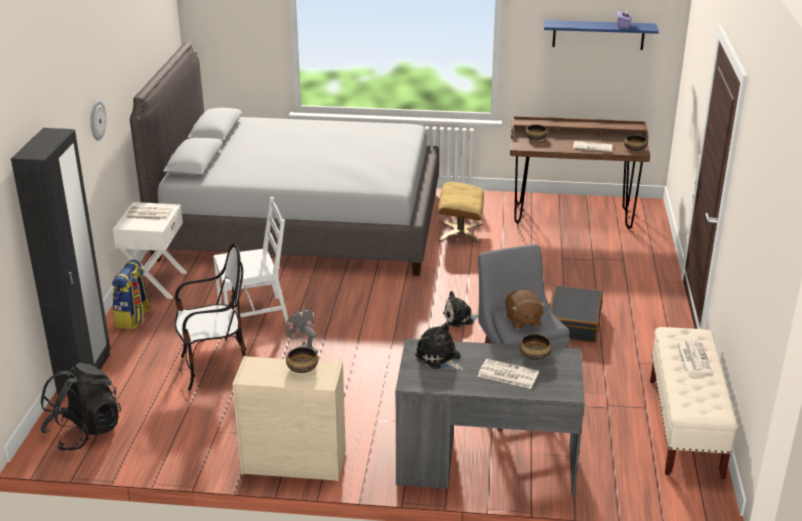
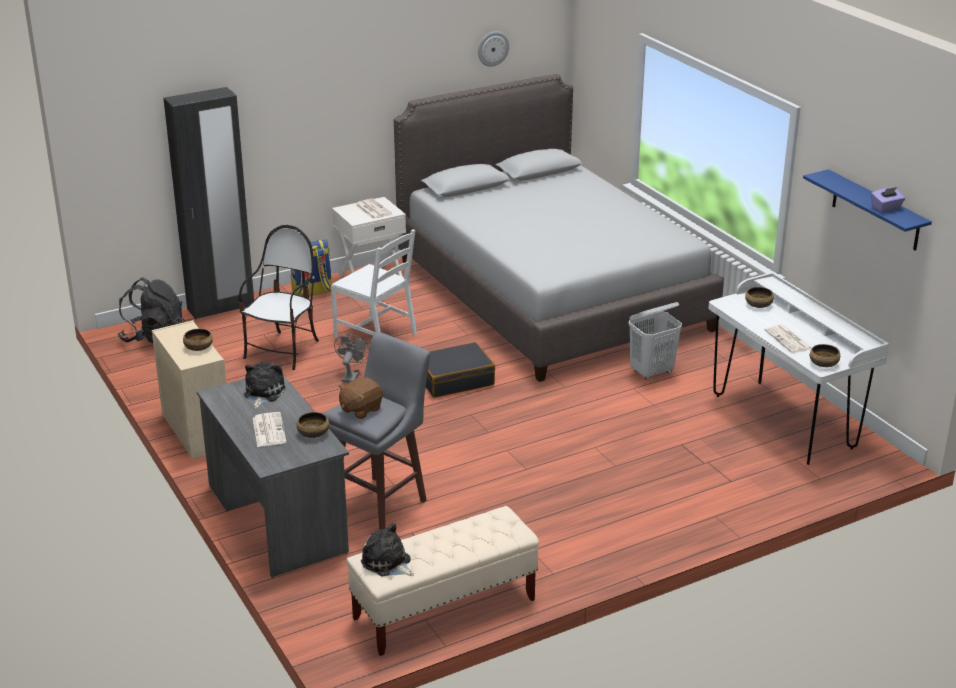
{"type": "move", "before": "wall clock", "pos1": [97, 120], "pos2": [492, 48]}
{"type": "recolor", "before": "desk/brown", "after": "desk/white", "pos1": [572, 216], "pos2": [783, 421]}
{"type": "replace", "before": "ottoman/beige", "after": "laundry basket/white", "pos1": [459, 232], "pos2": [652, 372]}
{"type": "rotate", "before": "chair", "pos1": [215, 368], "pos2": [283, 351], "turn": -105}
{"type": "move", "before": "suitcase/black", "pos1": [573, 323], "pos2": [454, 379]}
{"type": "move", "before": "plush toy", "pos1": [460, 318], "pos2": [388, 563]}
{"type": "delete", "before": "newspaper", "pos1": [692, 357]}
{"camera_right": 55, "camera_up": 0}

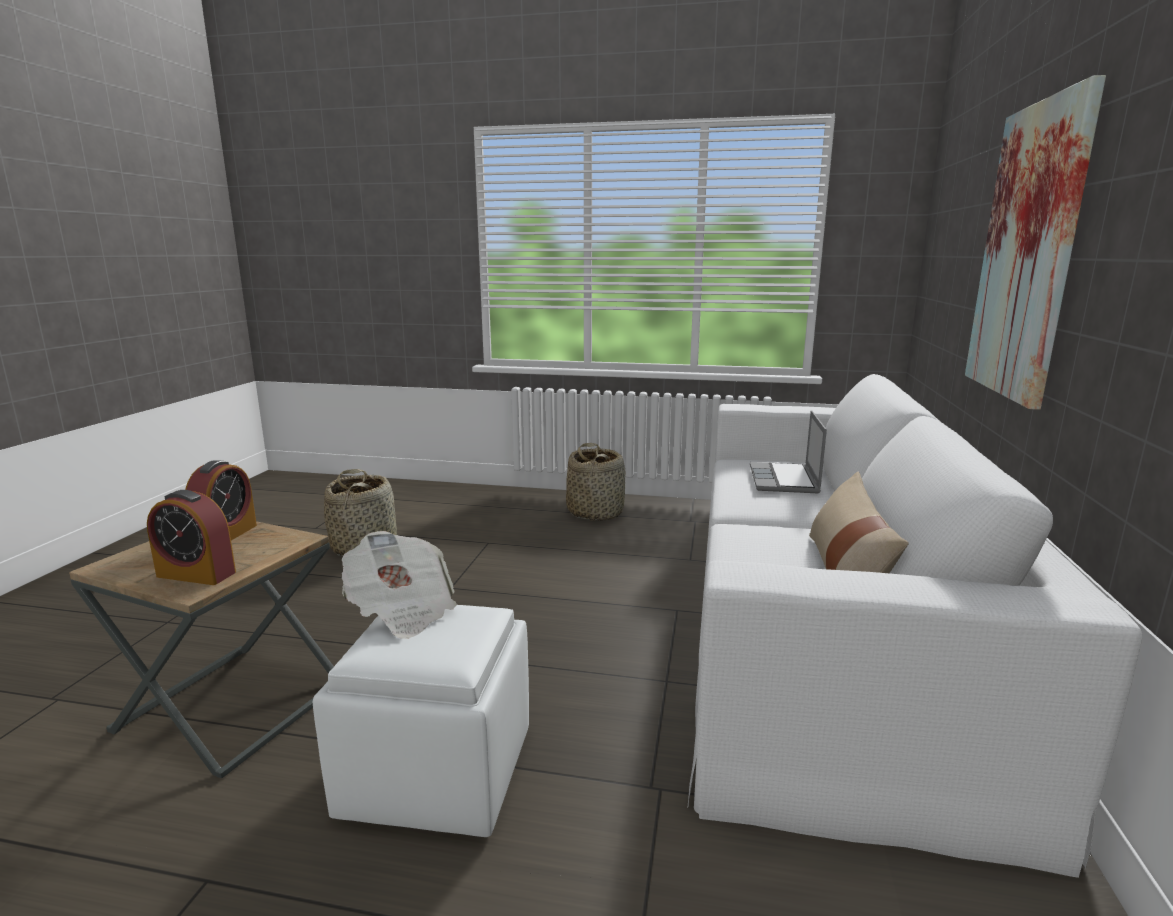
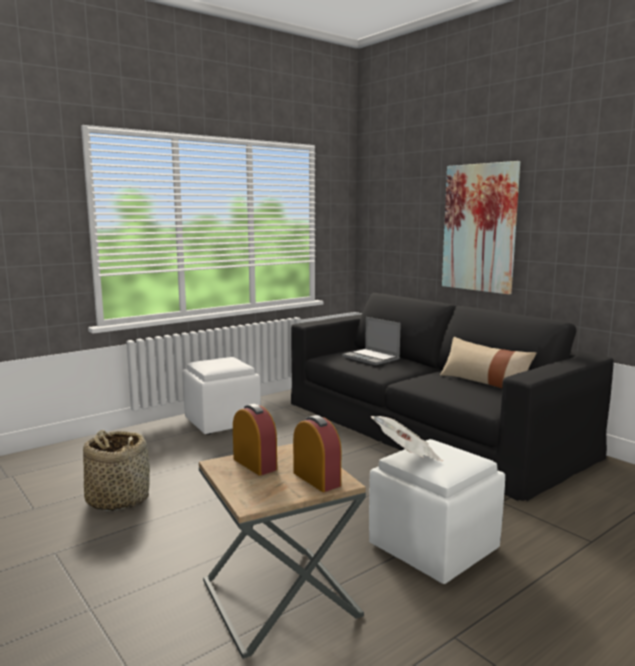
{"type": "recolor", "before": "sofa/white", "after": "sofa/black", "pos1": [824, 625], "pos2": [428, 427]}
{"type": "replace", "before": "basket", "after": "ottoman/white", "pos1": [595, 512], "pos2": [222, 421]}
{"type": "rotate", "before": "alarm clock", "pos1": [196, 574], "pos2": [316, 479], "turn": -90}
{"camera_right": -50, "camera_up": -5}

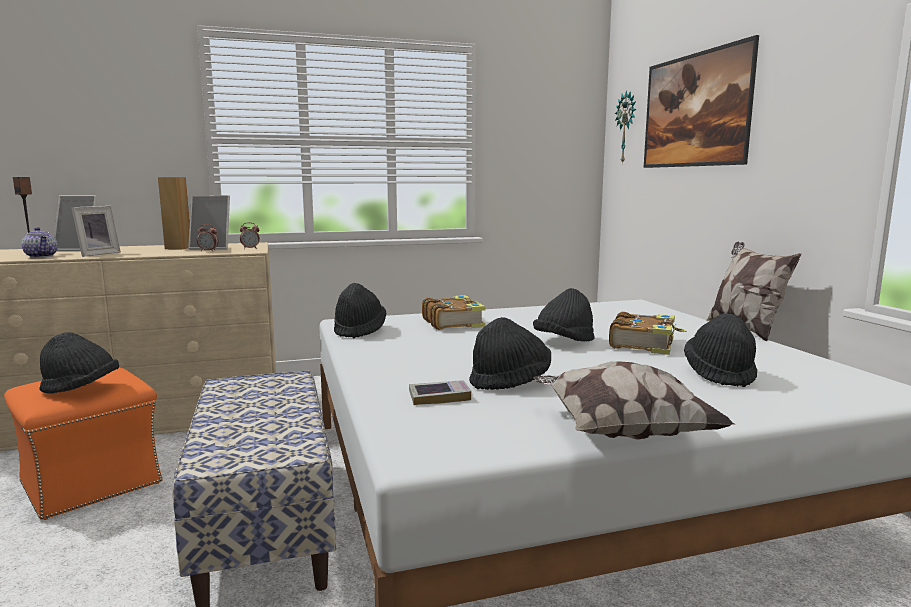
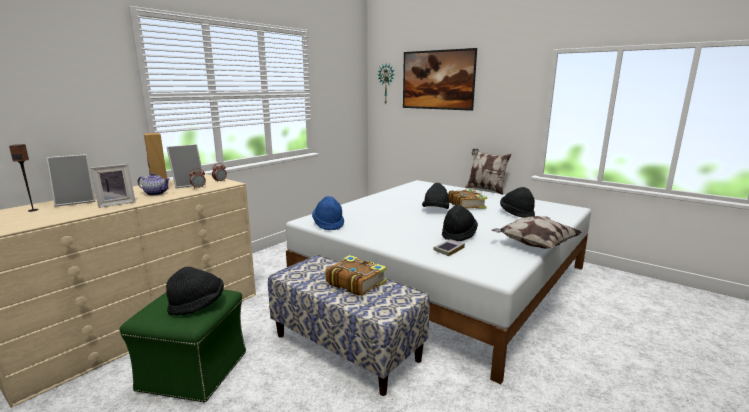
{"type": "rotate", "before": "picture frame", "pos1": [97, 254], "pos2": [116, 203], "turn": 60}
{"type": "move", "before": "teapot", "pos1": [42, 256], "pos2": [156, 193]}
{"type": "recolor", "before": "hat/black", "after": "hat/blue", "pos1": [359, 331], "pos2": [328, 224]}
{"type": "move", "before": "book", "pos1": [453, 323], "pos2": [355, 282]}
{"type": "recolor", "before": "ottoman/orange", "after": "ottoman/green", "pos1": [93, 481], "pos2": [194, 370]}
{"camera_right": -35, "camera_up": 5}

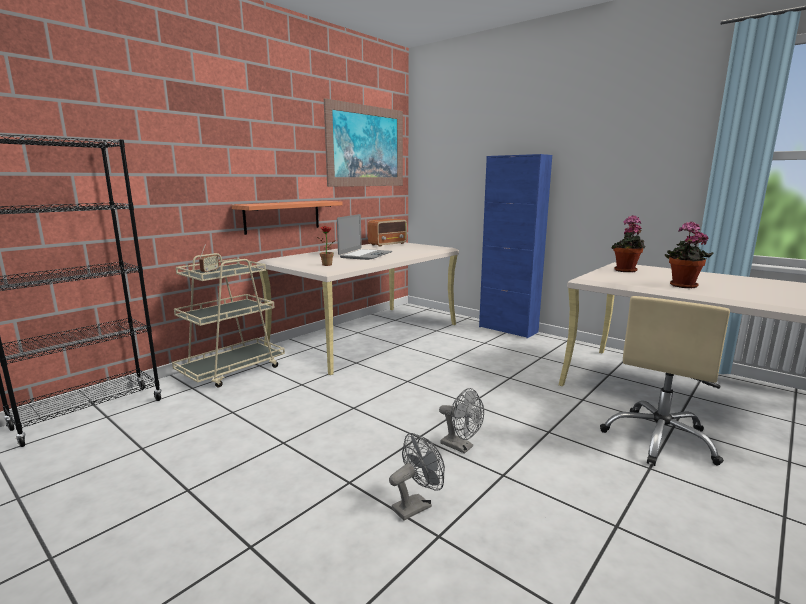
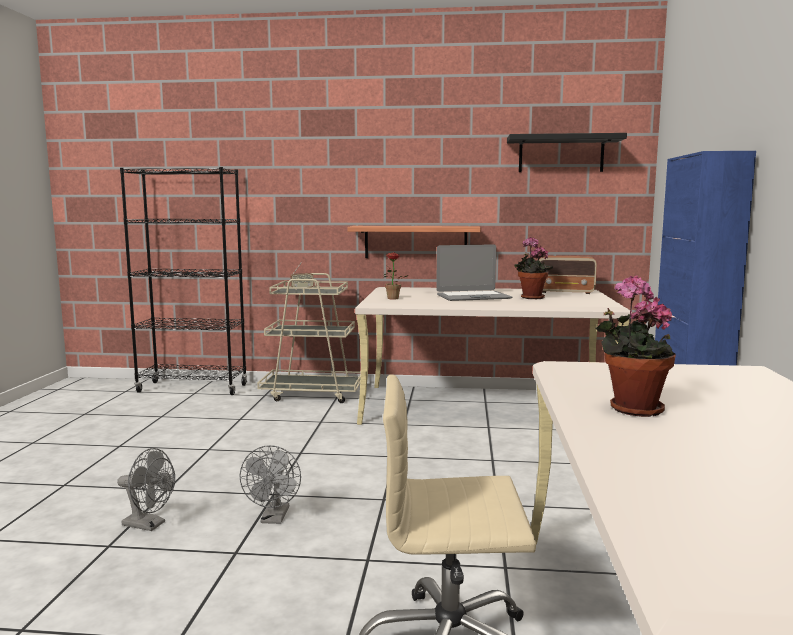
{"type": "replace", "before": "picture", "after": "shelf/black", "pos1": [366, 146], "pos2": [561, 154]}
{"type": "move", "before": "potted plant", "pos1": [626, 271], "pos2": [530, 298]}
{"camera_right": 55, "camera_up": -5}

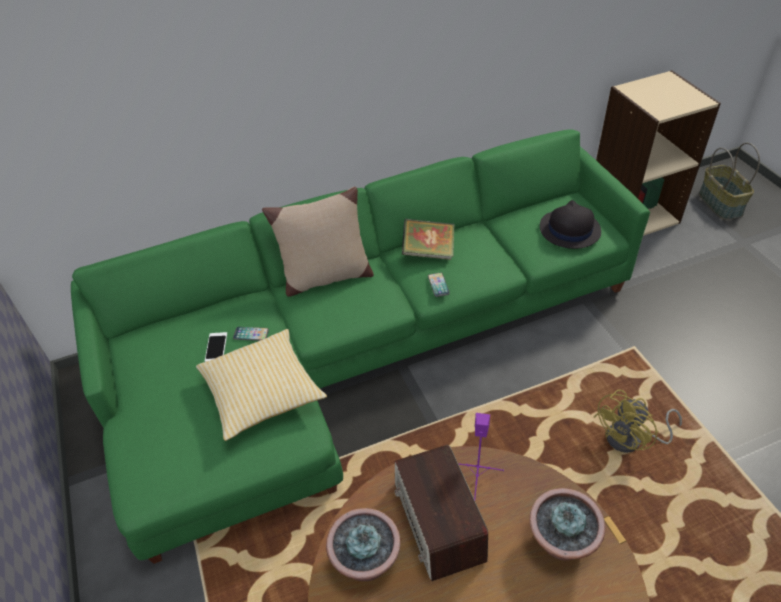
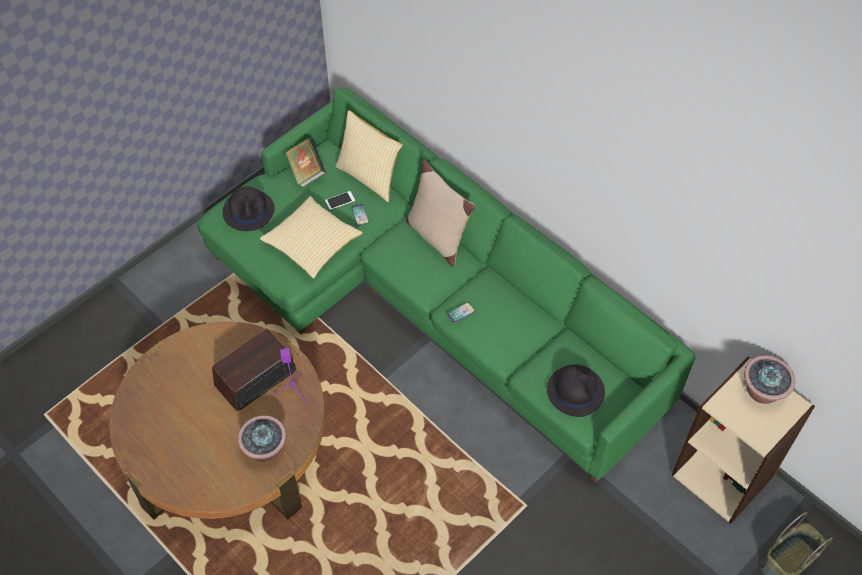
{"type": "move", "before": "book", "pos1": [428, 252], "pos2": [306, 171]}
{"type": "delete", "before": "fan/yellow", "pos1": [631, 439]}
{"type": "move", "before": "potted plant", "pos1": [366, 560], "pos2": [762, 391]}
{"type": "insert", "after": "pillow", "pos2": [370, 177]}
{"type": "insert", "after": "hat/black", "pos2": [249, 211]}
{"camera_right": 65, "camera_up": 10}

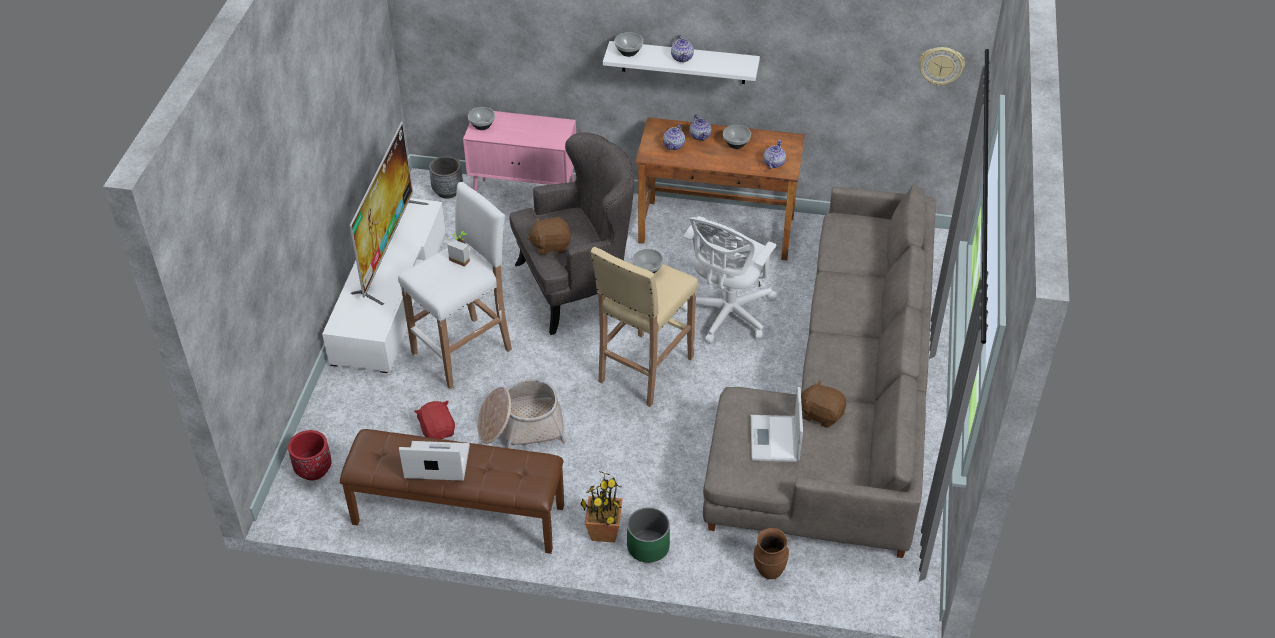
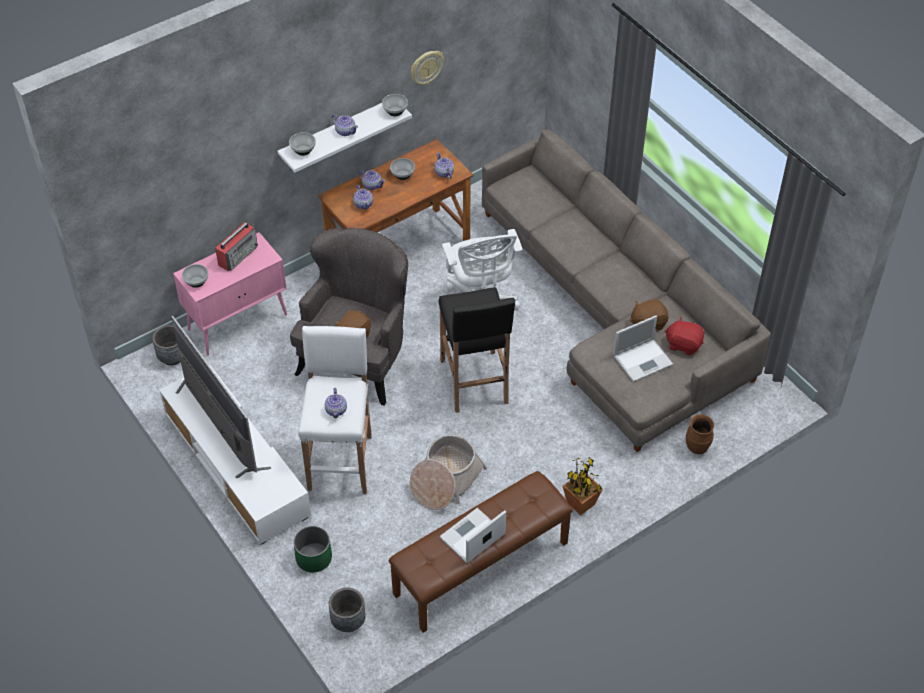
{"type": "move", "before": "wall clock", "pos1": [941, 65], "pos2": [426, 67]}
{"type": "delete", "before": "potted plant", "pos1": [461, 258]}
{"type": "recolor", "before": "stool/beige", "after": "stool/black", "pos1": [644, 371], "pos2": [474, 383]}
{"type": "move", "before": "bowl", "pos1": [647, 270], "pos2": [395, 112]}
{"type": "rotate", "before": "laptop", "pos1": [775, 440], "pos2": [643, 360], "turn": -75}
{"type": "move", "before": "plush toy/red", "pos1": [438, 430], "pos2": [683, 344]}
{"type": "recolor", "before": "planter/red", "after": "planter/grey", "pos1": [313, 470], "pos2": [348, 621]}
{"type": "move", "before": "planter/green", "pos1": [647, 546], "pos2": [313, 558]}
{"type": "insert", "after": "radio", "pos2": [238, 255]}
{"type": "insert", "after": "teapot", "pos2": [336, 410]}
{"camera_right": -45, "camera_up": 5}

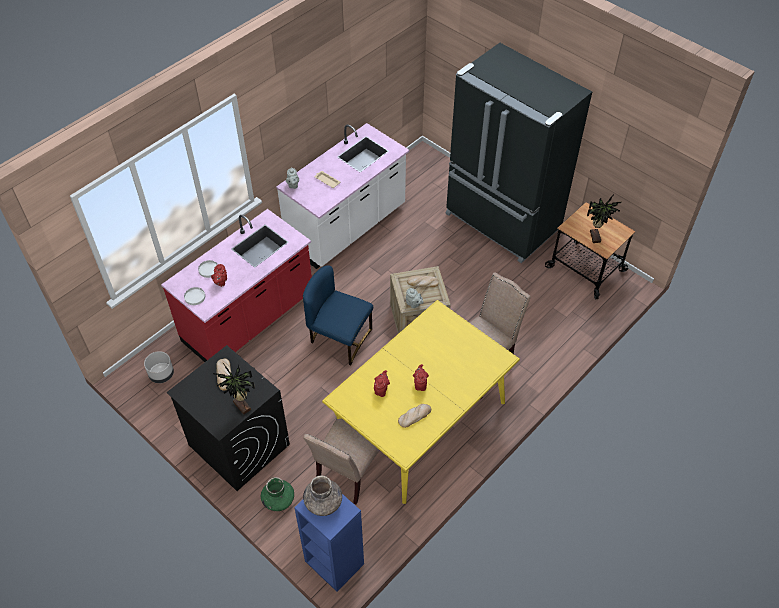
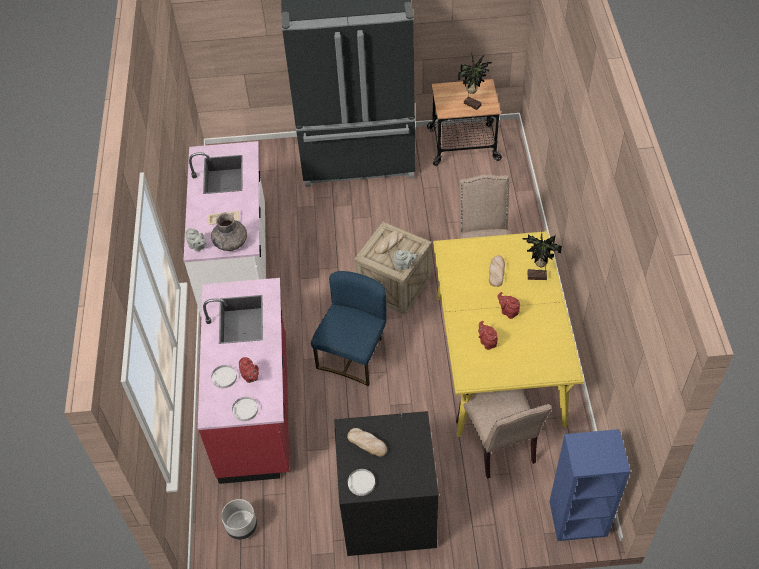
{"type": "rotate", "before": "chair/blue", "pos1": [339, 338], "pos2": [353, 355], "turn": 135}
{"type": "move", "before": "potted plant", "pos1": [241, 407], "pos2": [537, 277]}
{"type": "move", "before": "bread", "pos1": [414, 416], "pos2": [496, 272]}
{"type": "move", "before": "vase/grey", "pos1": [323, 502], "pos2": [230, 242]}
{"type": "delete", "before": "vase/green", "pos1": [278, 499]}
{"type": "insert", "after": "plate/white", "pos2": [361, 482]}
{"camera_right": -45, "camera_up": 0}

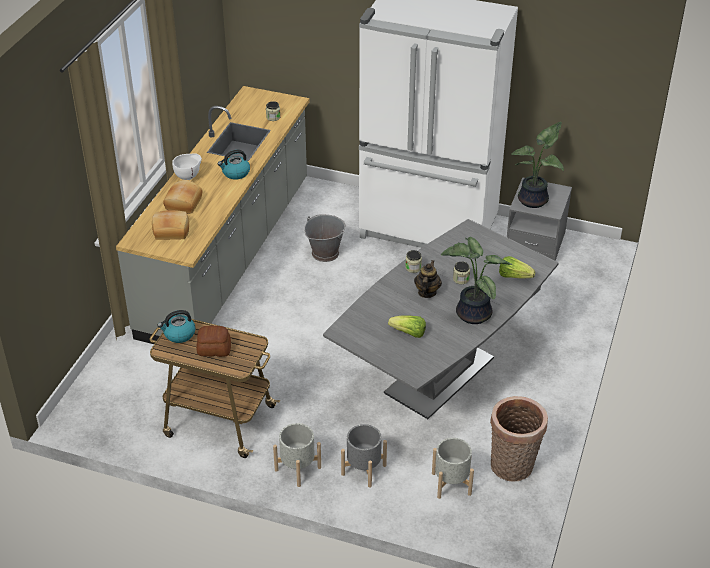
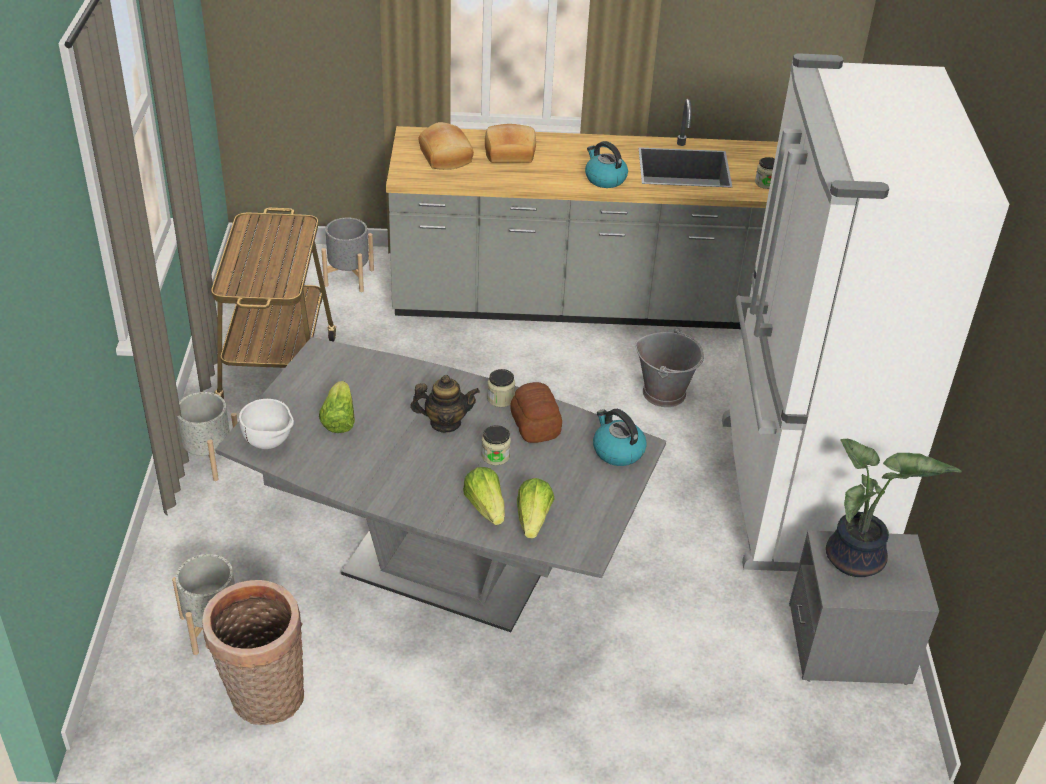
{"type": "move", "before": "bowl/white", "pos1": [189, 177], "pos2": [270, 444]}
{"type": "delete", "before": "potted plant", "pos1": [471, 313]}
{"type": "move", "before": "kettle", "pos1": [179, 334], "pos2": [617, 451]}
{"type": "move", "before": "bread", "pos1": [214, 349], "pos2": [535, 425]}
{"type": "move", "before": "planter/grey", "pos1": [364, 470], "pos2": [349, 277]}
{"type": "insert", "after": "lettuce", "pos2": [486, 507]}
{"camera_right": 70, "camera_up": 0}

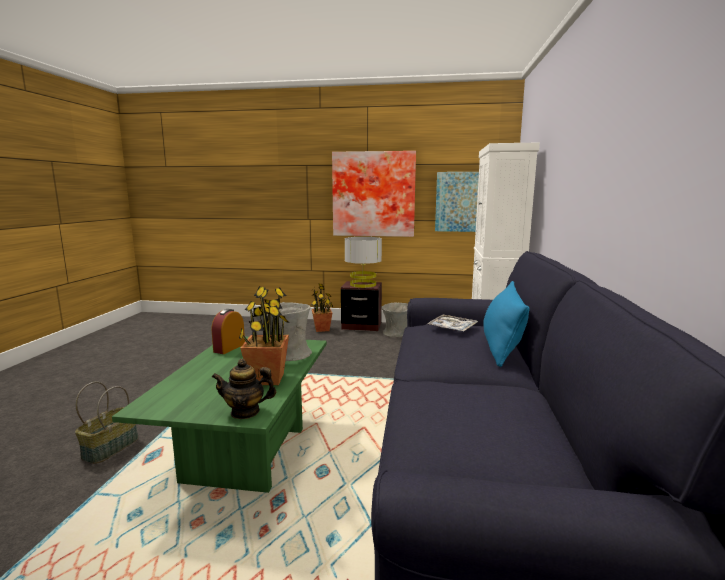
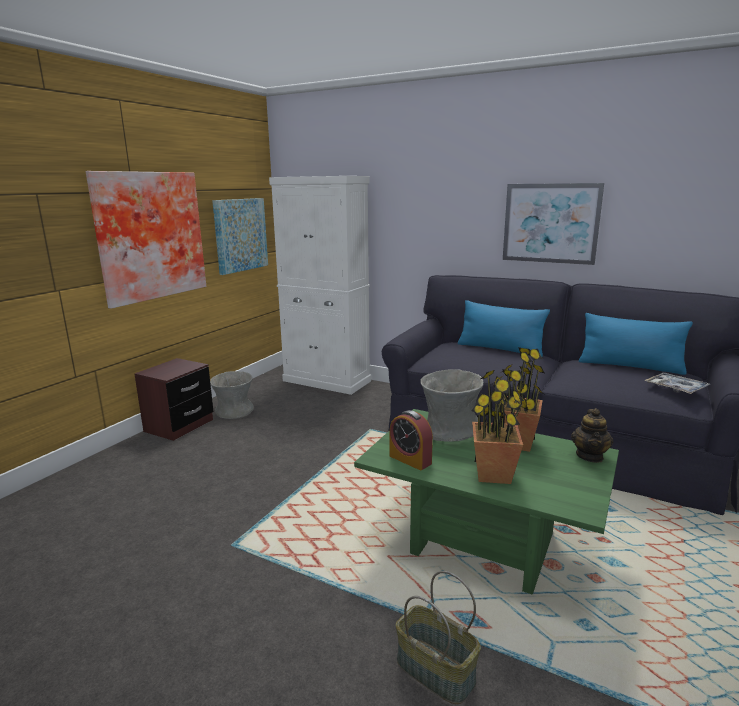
{"type": "delete", "before": "table lamp/grey", "pos1": [363, 284]}
{"type": "move", "before": "potted plant", "pos1": [322, 329], "pos2": [493, 474]}
{"type": "move", "before": "tray", "pos1": [452, 328], "pos2": [676, 388]}
{"type": "insert", "after": "picture", "pos2": [550, 223]}
{"type": "insert", "after": "pillow/blue", "pos2": [630, 366]}
{"camera_right": -70, "camera_up": 5}

